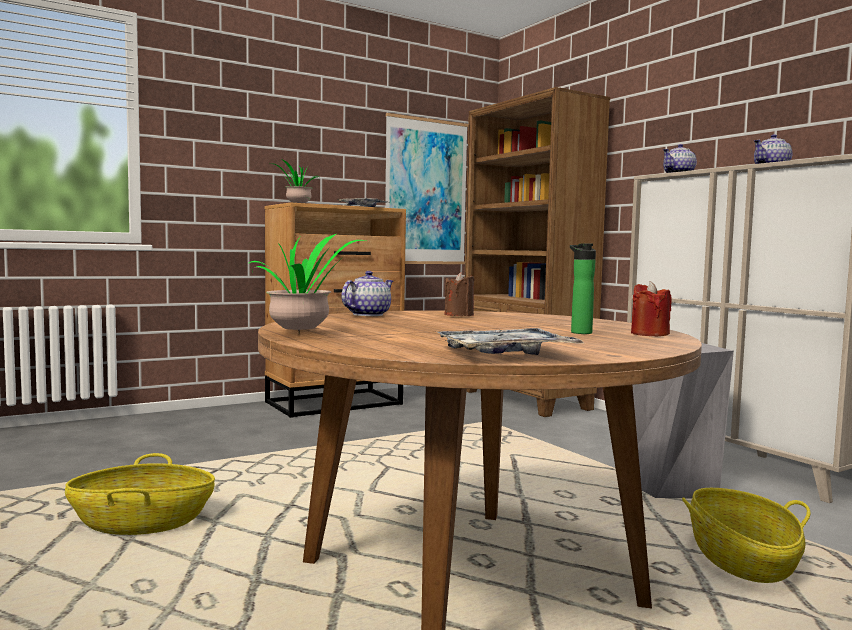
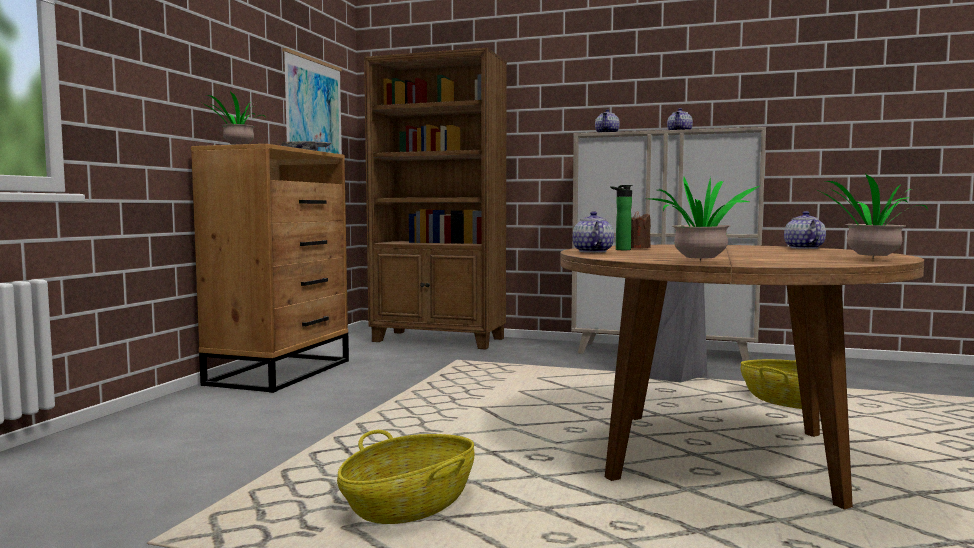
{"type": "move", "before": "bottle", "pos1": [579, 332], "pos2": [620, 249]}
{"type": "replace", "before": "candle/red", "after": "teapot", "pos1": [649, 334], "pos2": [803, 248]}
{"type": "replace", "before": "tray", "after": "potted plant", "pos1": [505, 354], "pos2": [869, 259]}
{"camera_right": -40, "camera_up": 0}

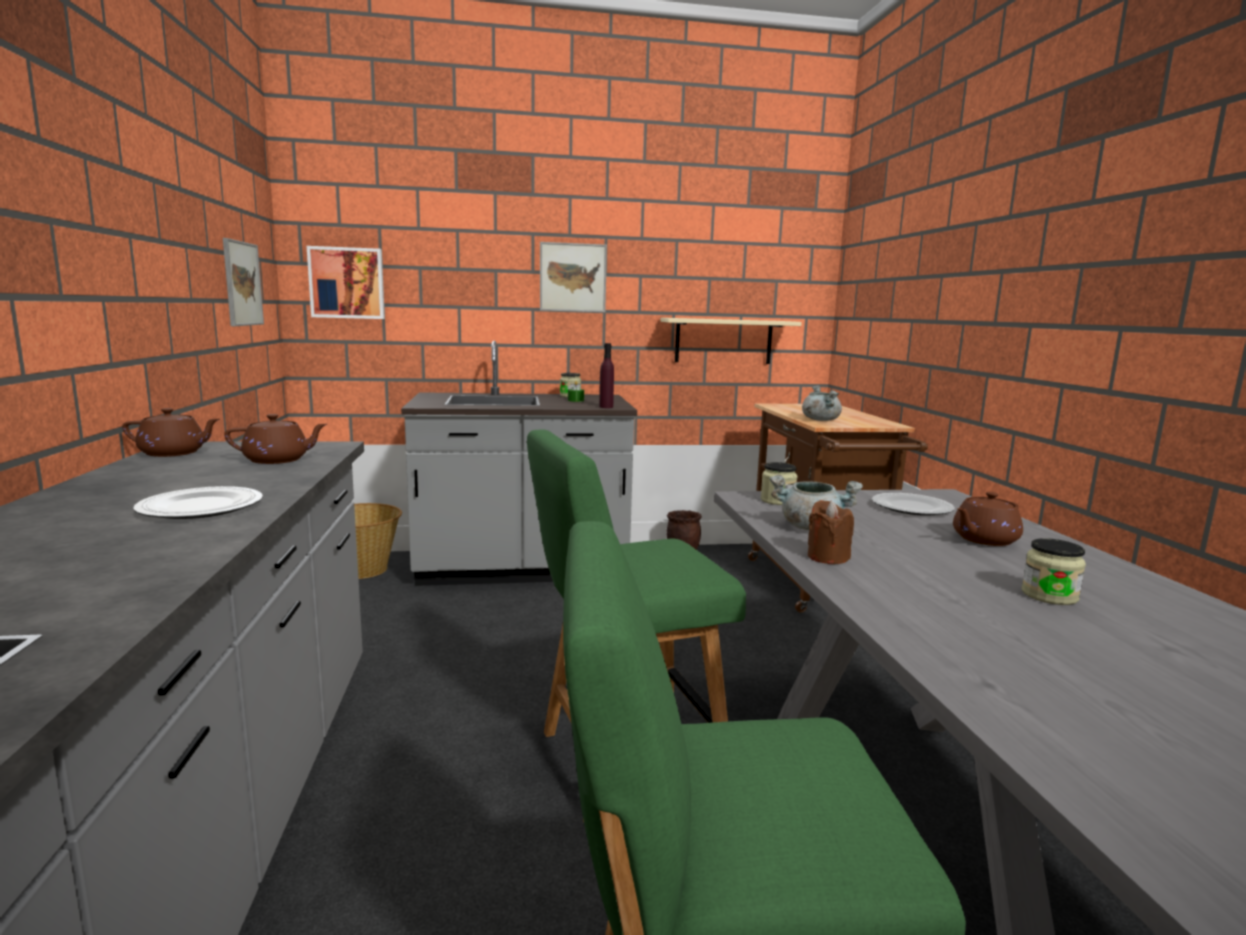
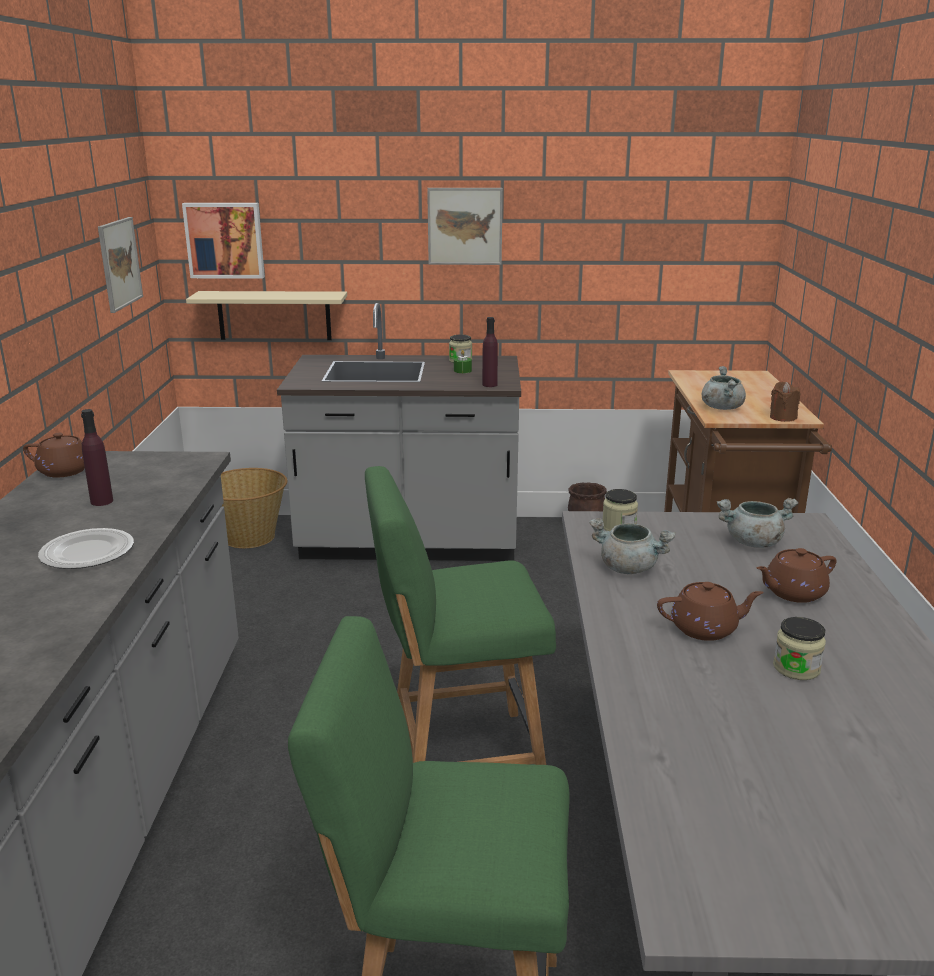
{"type": "move", "before": "shelf/beige", "pos1": [723, 341], "pos2": [274, 315]}
{"type": "move", "before": "teapot/brown", "pos1": [278, 460], "pos2": [705, 629]}
{"type": "replace", "before": "plate", "after": "cooking pot/grey", "pos1": [911, 508], "pos2": [753, 543]}
{"type": "move", "before": "candle/brown", "pos1": [827, 557], "pos2": [782, 417]}
{"type": "insert", "after": "bottle/purple", "pos2": [102, 501]}
{"camera_right": 10, "camera_up": 10}

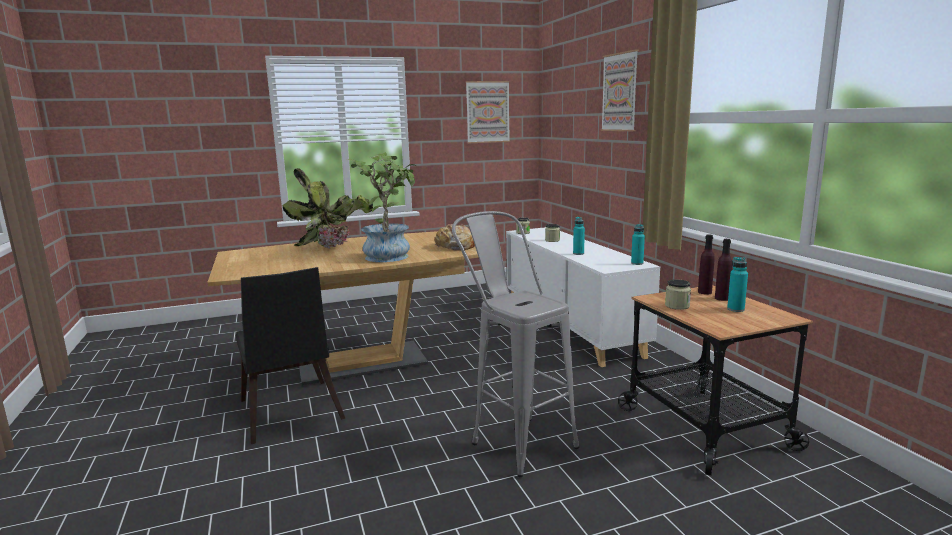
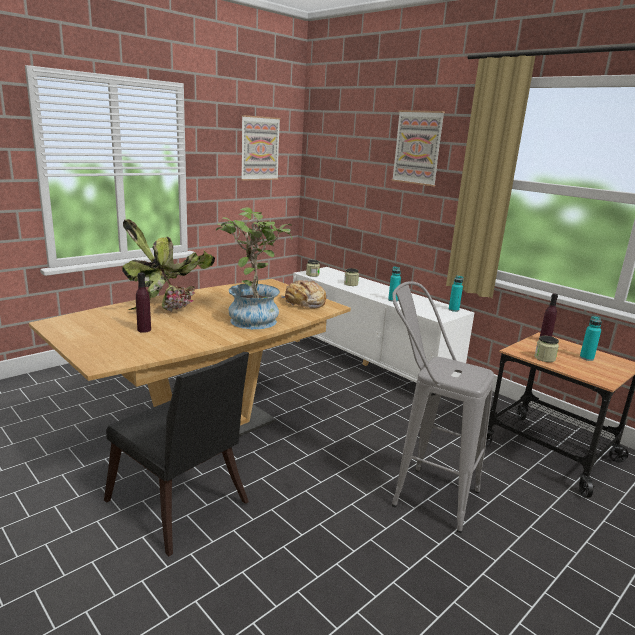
{"type": "move", "before": "bottle/purple", "pos1": [722, 298], "pos2": [144, 330]}
{"camera_right": -25, "camera_up": 5}

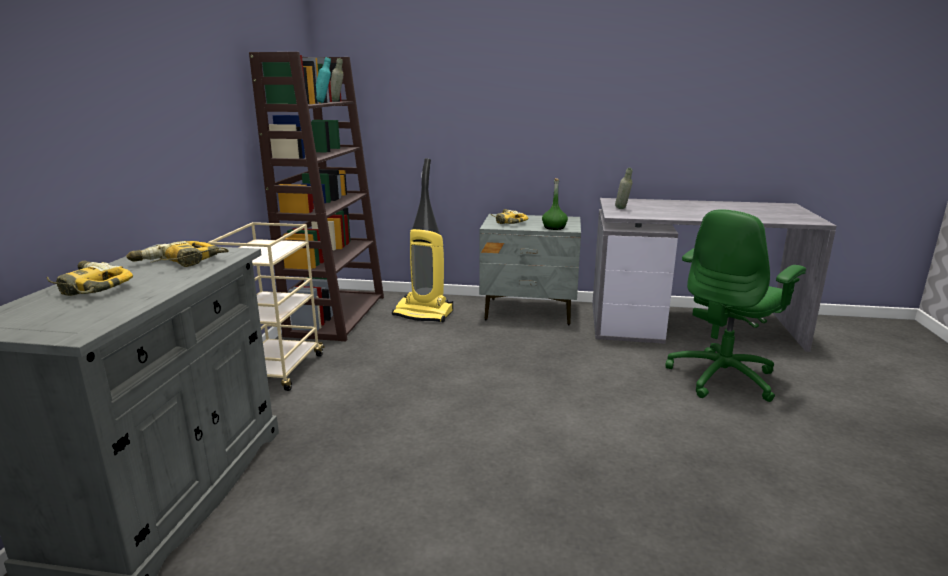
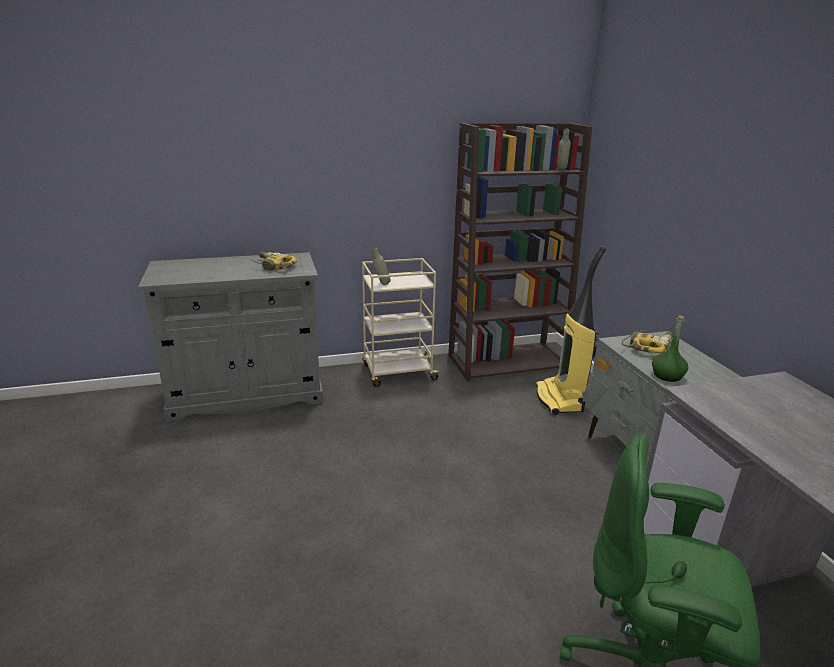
{"type": "delete", "before": "bottle/turquoise", "pos1": [323, 103]}
{"type": "move", "before": "bottle/grey", "pos1": [622, 209], "pos2": [381, 285]}
{"type": "delete", "before": "power drill", "pos1": [87, 288]}
{"camera_right": 65, "camera_up": 5}

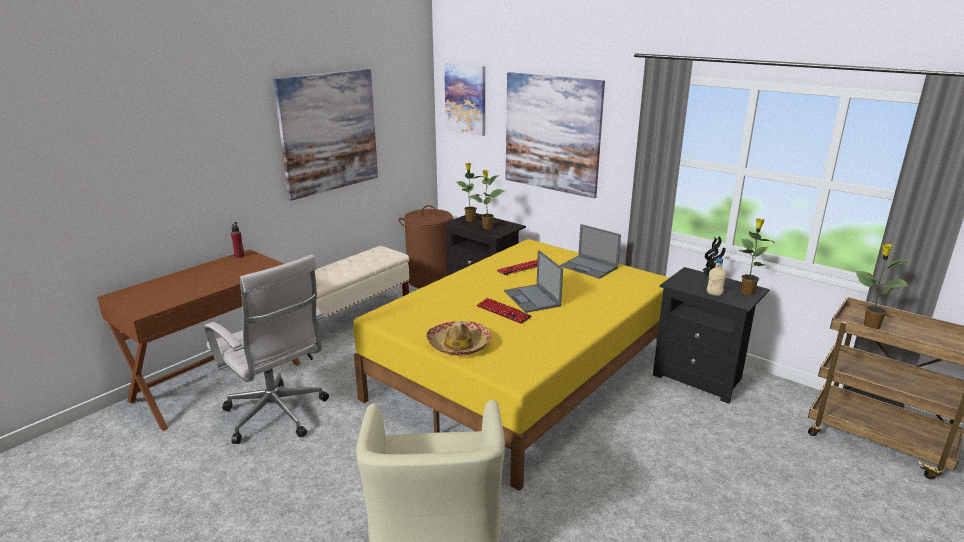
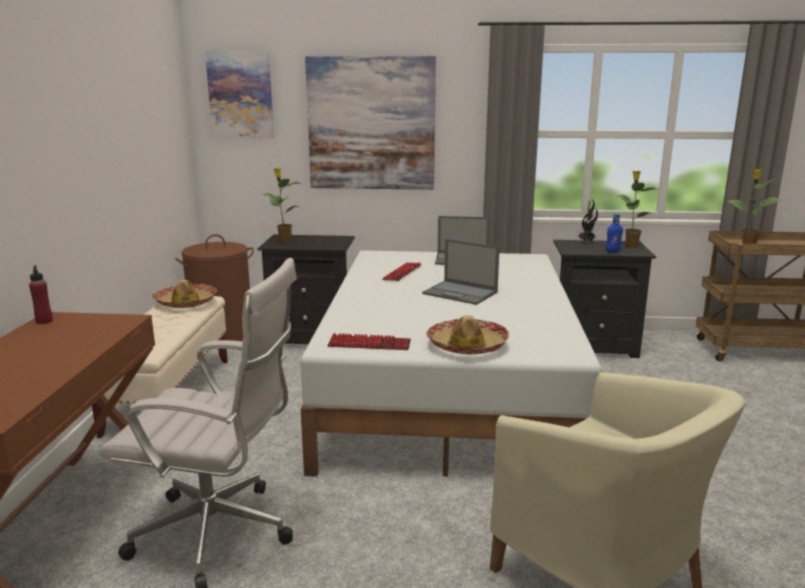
{"type": "delete", "before": "picture", "pos1": [329, 132]}
{"type": "delete", "before": "potted plant", "pos1": [487, 228]}
{"type": "recolor", "before": "bed/yellow", "after": "bed/white", "pos1": [524, 374], "pos2": [449, 390]}
{"type": "recolor", "before": "bottle/beige", "after": "bottle/blue", "pos1": [714, 294], "pos2": [612, 251]}
{"type": "move", "before": "keyboard", "pos1": [503, 312], "pos2": [369, 344]}
{"type": "insert", "after": "hat", "pos2": [186, 302]}
{"camera_right": -35, "camera_up": -5}

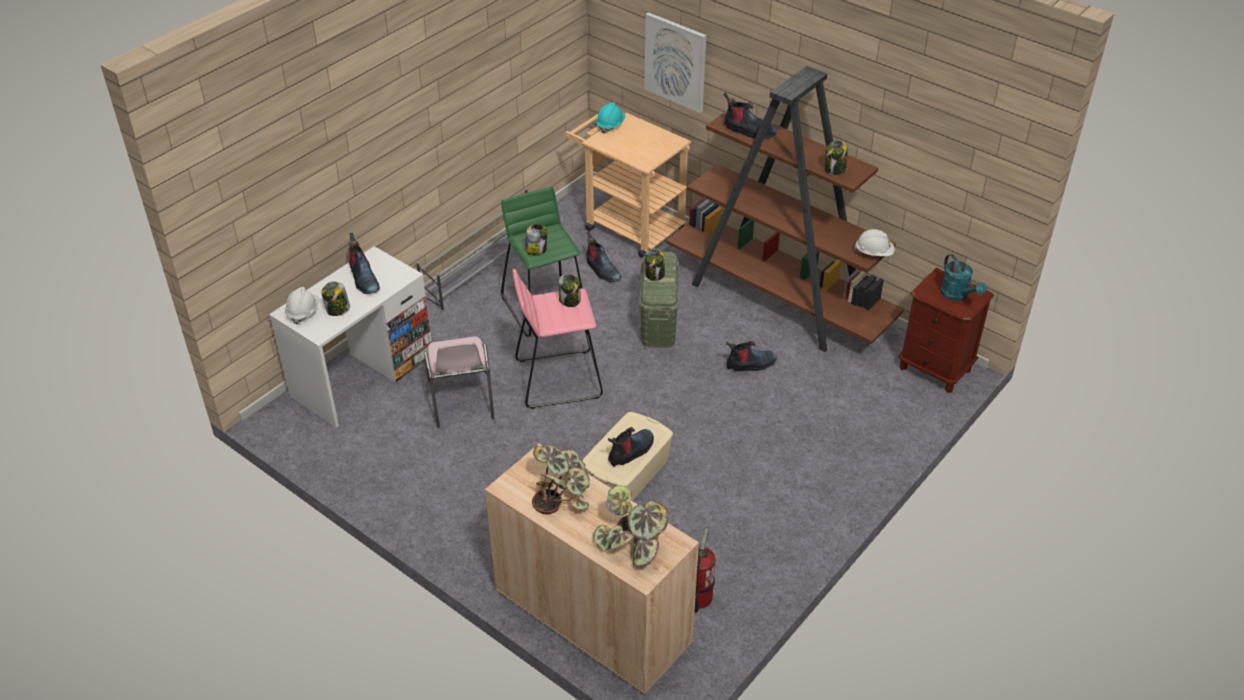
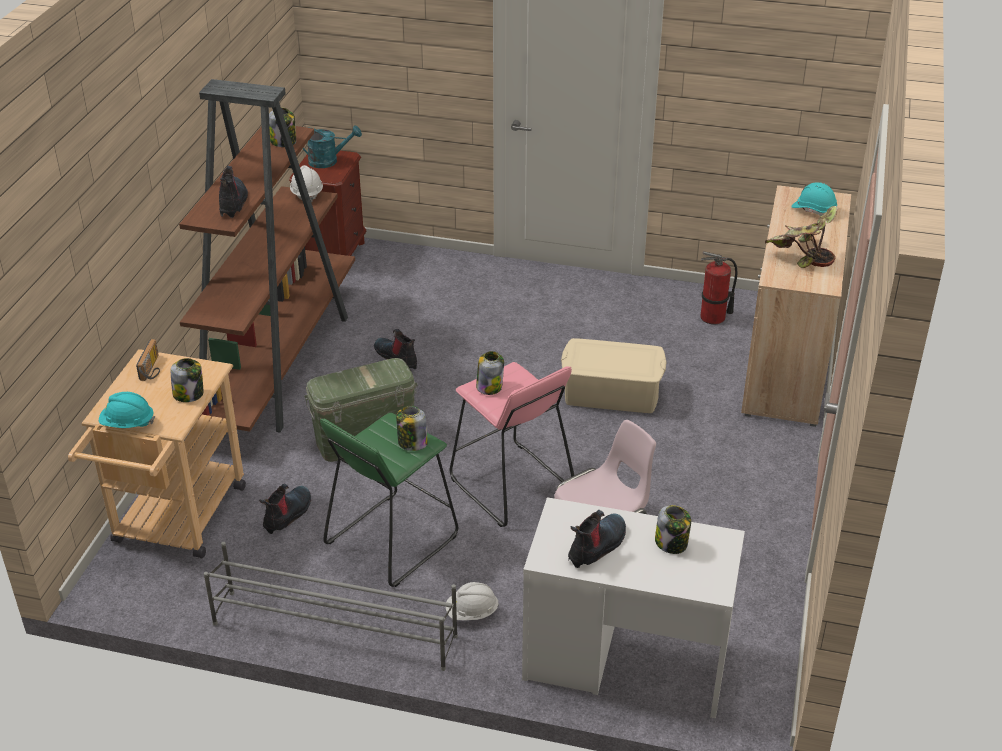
{"type": "delete", "before": "picture", "pos1": [675, 62]}
{"type": "move", "before": "jar", "pos1": [655, 275], "pos2": [189, 394]}
{"type": "rotate", "before": "watering can/turquoise", "pos1": [957, 296], "pos2": [328, 161], "turn": 45}
{"type": "move", "before": "hard hat/white", "pos1": [303, 312], "pos2": [472, 612]}
{"type": "delete", "before": "boot", "pos1": [631, 452]}
{"type": "replace", "before": "potted plant", "after": "hard hat/turquoise", "pos1": [633, 545], "pos2": [813, 210]}
{"type": "insert", "after": "radio", "pos2": [153, 369]}
{"camera_right": -115, "camera_up": -5}

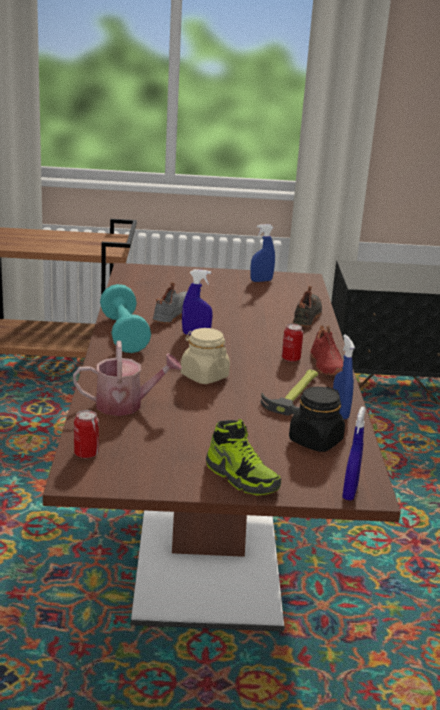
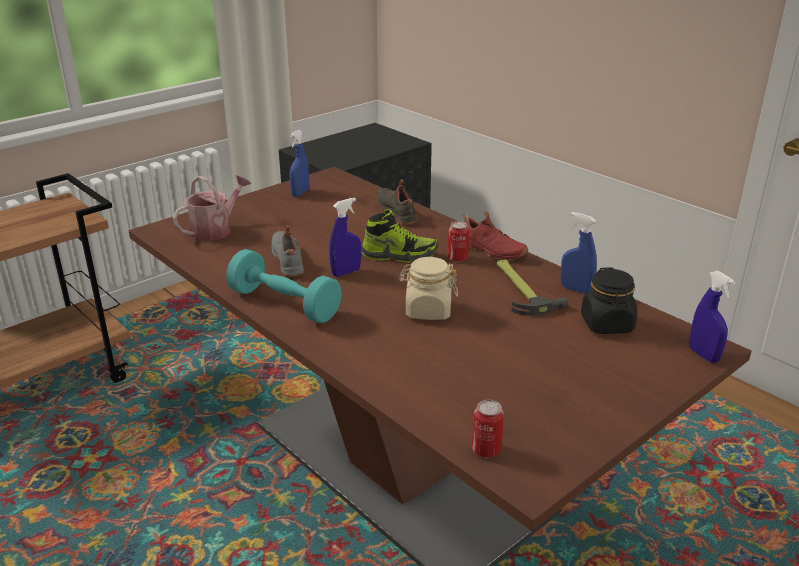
{"type": "move", "before": "watering can", "pos1": [126, 404], "pos2": [215, 229]}
{"type": "move", "before": "shoe", "pos1": [242, 478], "pos2": [399, 255]}
{"camera_right": -40, "camera_up": 5}

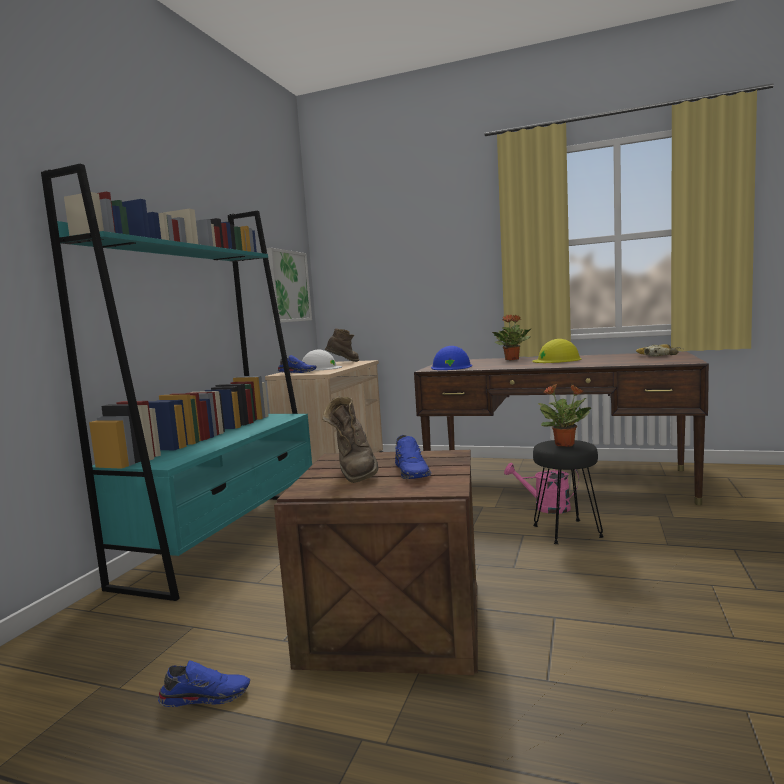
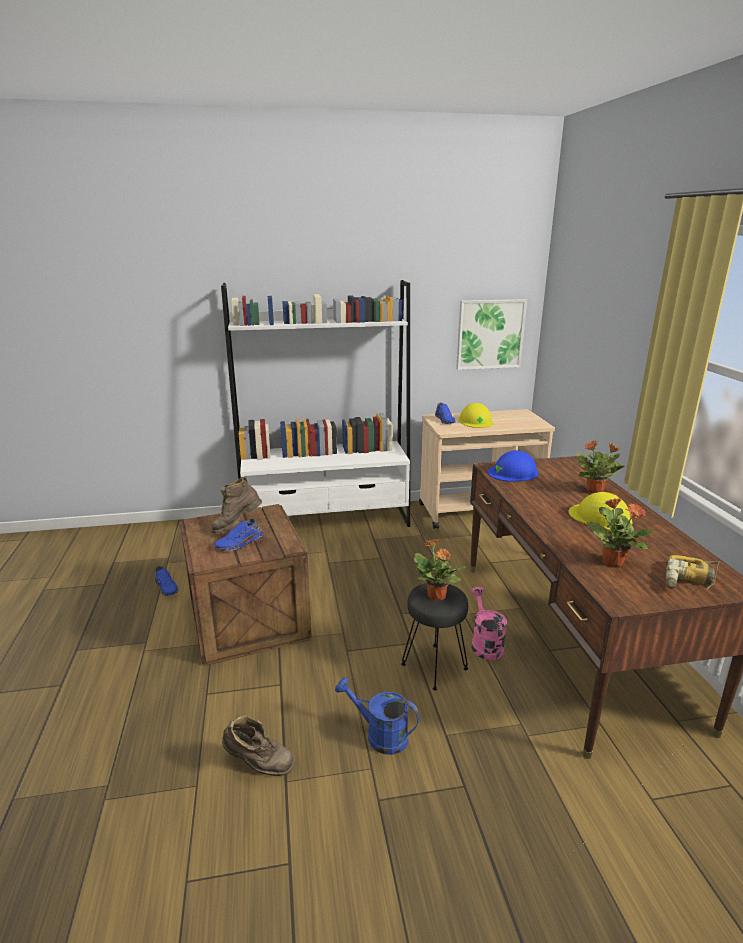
{"type": "recolor", "before": "bookcase/turquoise", "after": "bookcase/white", "pos1": [227, 537], "pos2": [326, 521]}
{"type": "move", "before": "boot/brown", "pos1": [344, 363], "pos2": [258, 765]}
{"type": "recolor", "before": "hard hat/white", "after": "hard hat/yellow", "pos1": [320, 368], "pos2": [475, 421]}
{"type": "insert", "after": "potted plant", "pos2": [612, 561]}
{"type": "insert", "after": "watering can/blue", "pos2": [380, 735]}
{"camera_right": 60, "camera_up": 15}

